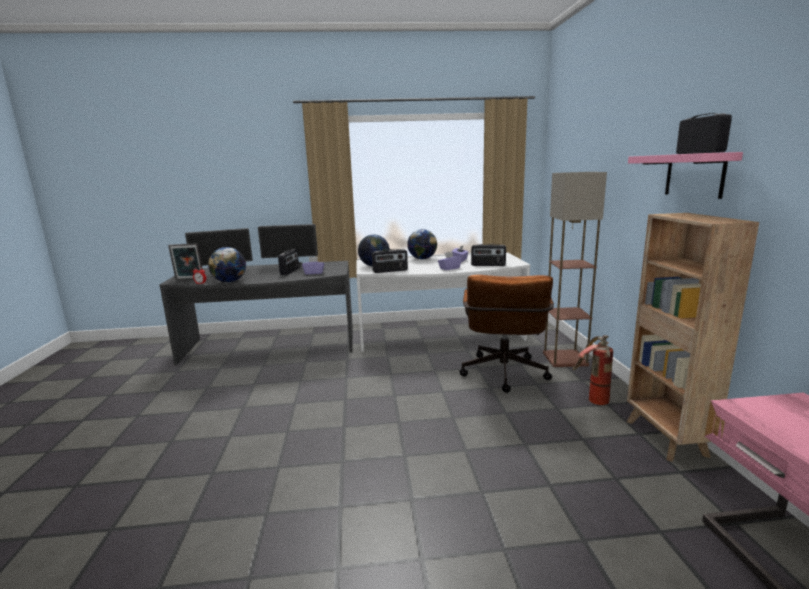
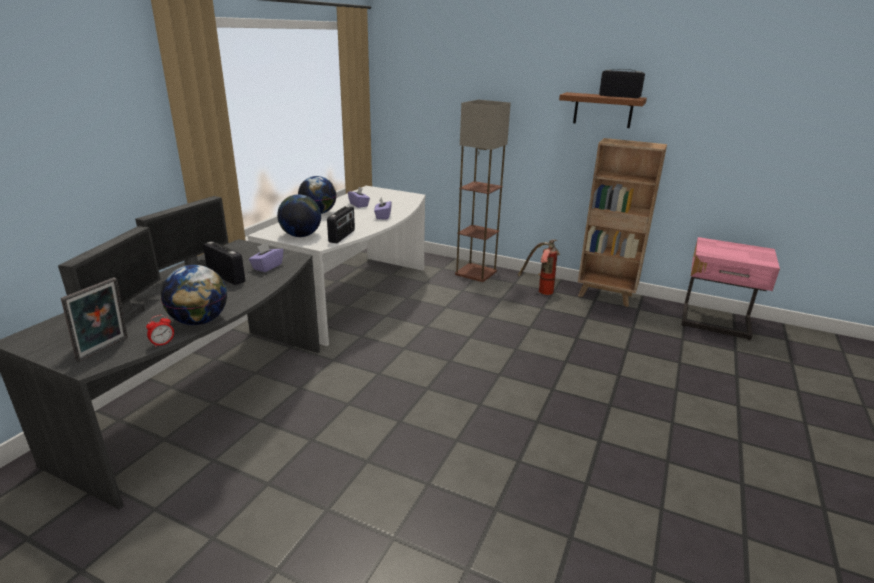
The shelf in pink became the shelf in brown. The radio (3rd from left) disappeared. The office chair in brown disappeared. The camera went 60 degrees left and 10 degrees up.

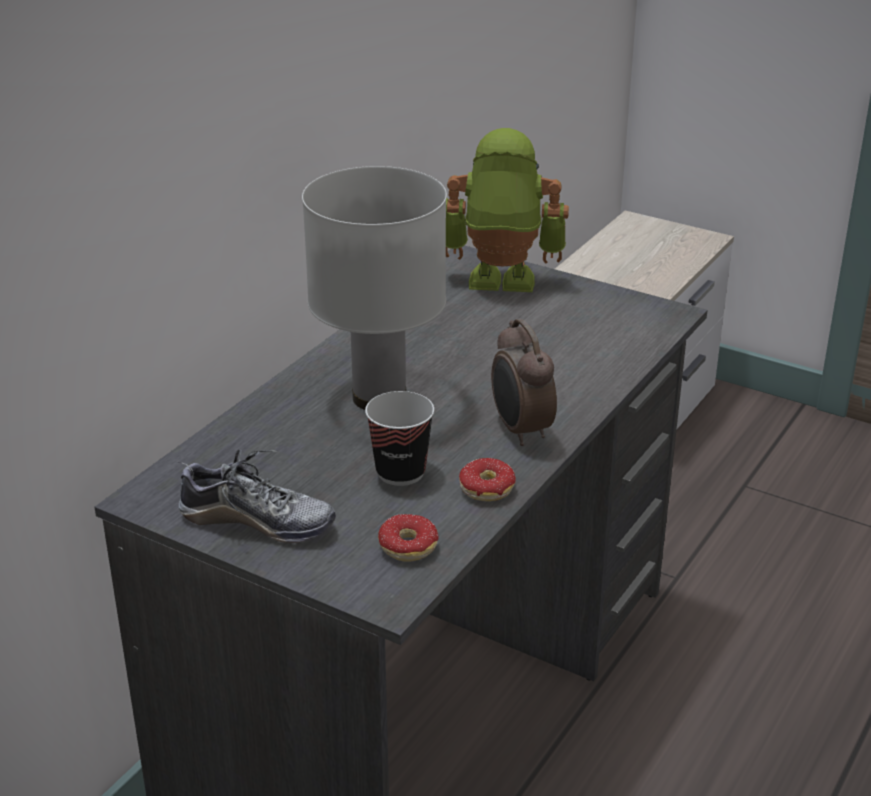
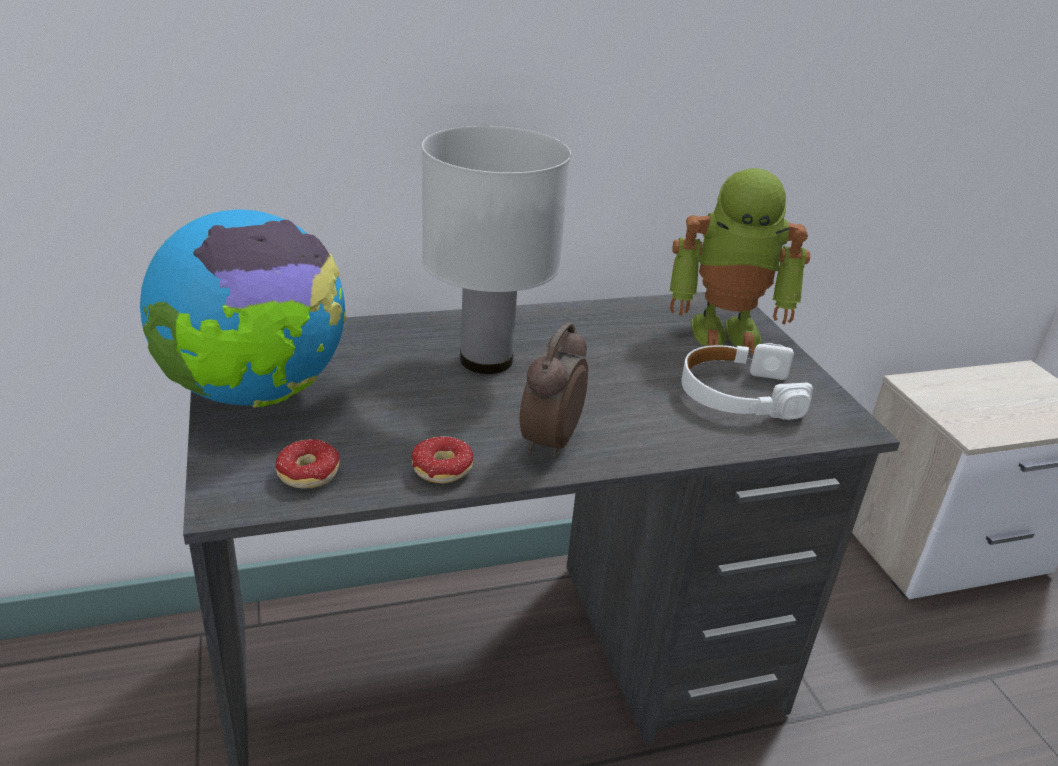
The toy robot turned 135 degrees clockwise. The cup disappeared. The shoe was replaced by the globe. The headphones in white appeared. The camera went 40 degrees right and 0 degrees up.

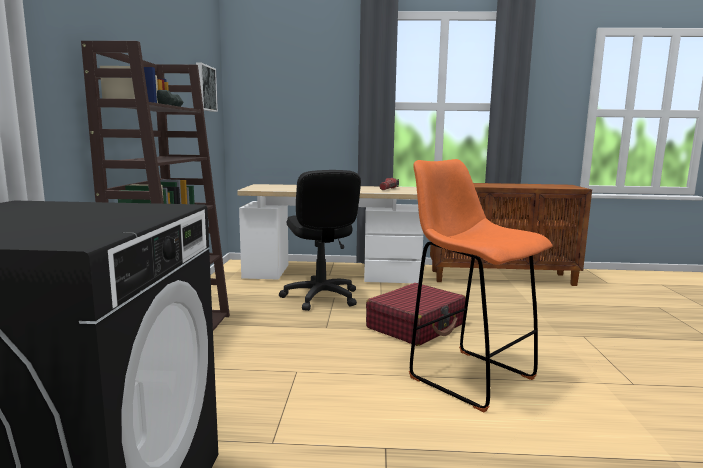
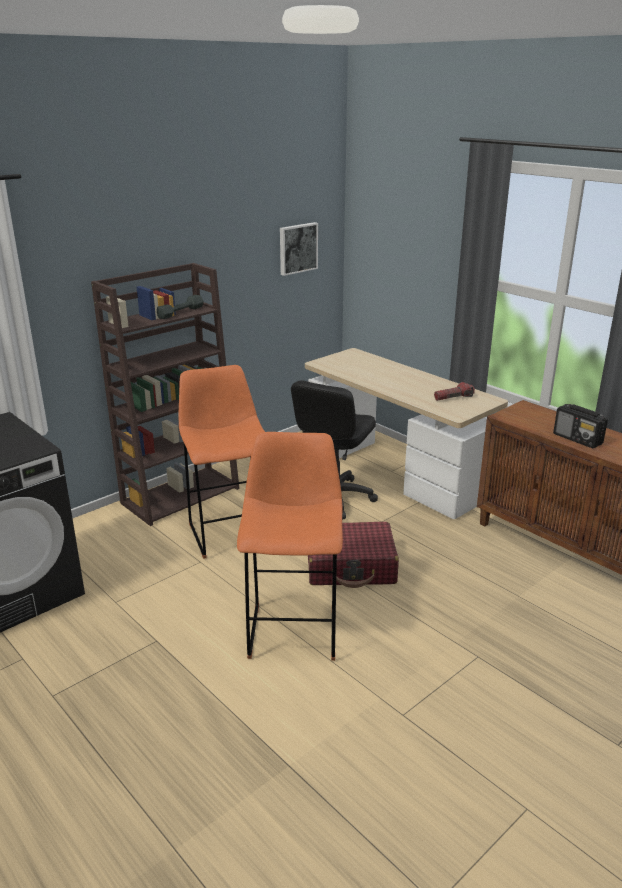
The stool in orange (1st from left) appeared. The radio appeared. The camera went 45 degrees right and 15 degrees up.

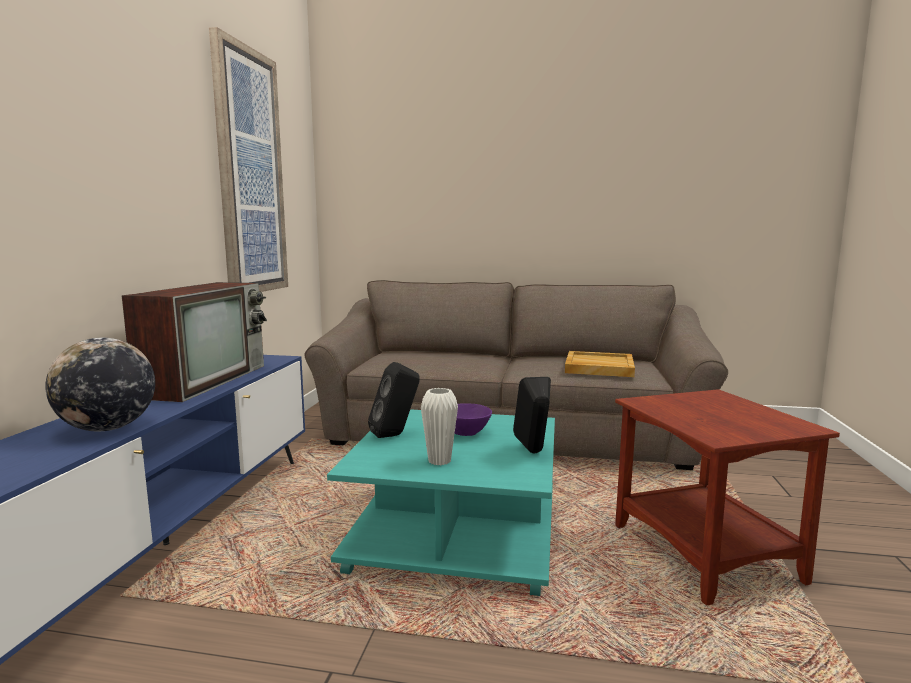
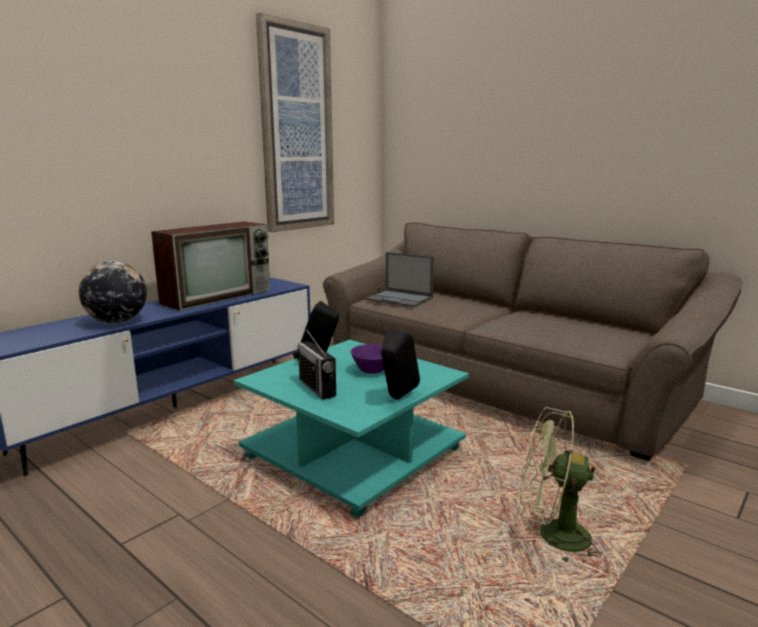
The tray in beige disappeared. The vase in white was replaced by the radio. The side table in brown was replaced by the fan in green. The laptop appeared. The camera went 30 degrees right and 5 degrees up.

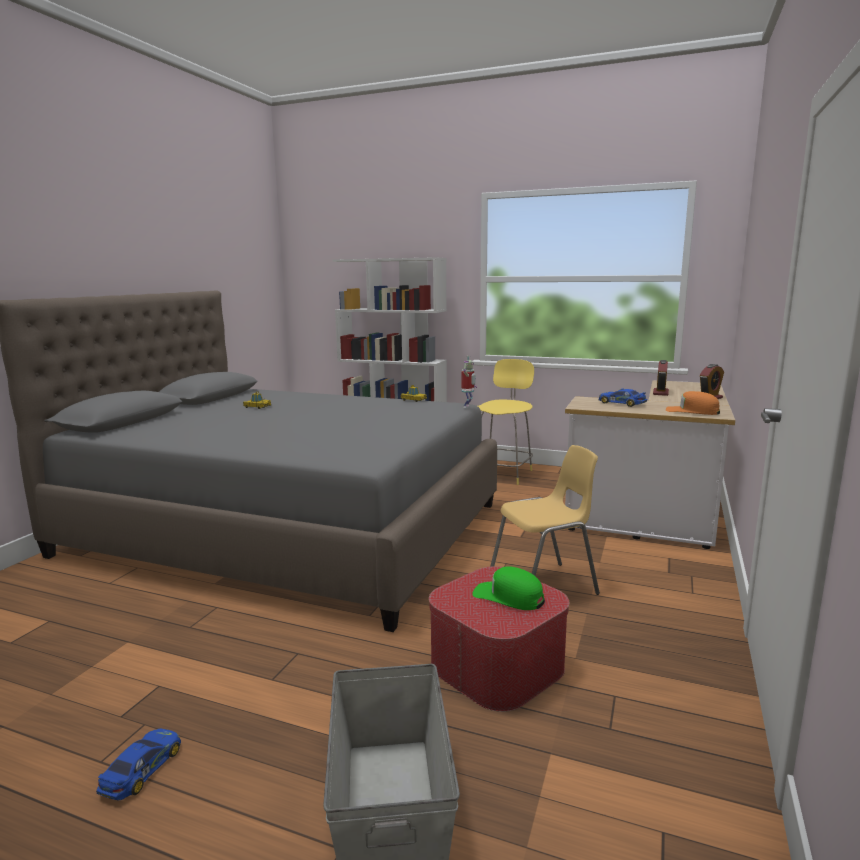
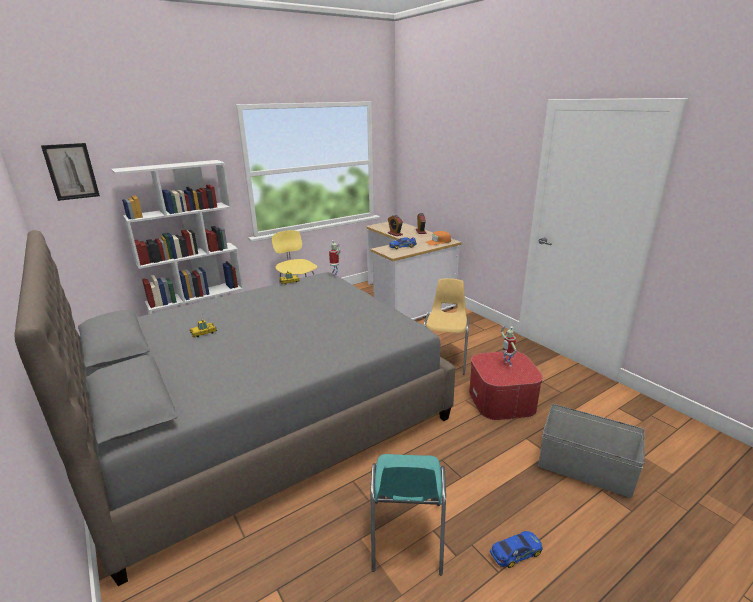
The cap in green was replaced by the toy robot (2nd from left). The toy car (1st from left in the first image) turned 105 degrees clockwise. The picture appeared. The chair in turquoise appeared. The camera went 55 degrees left and 10 degrees up.

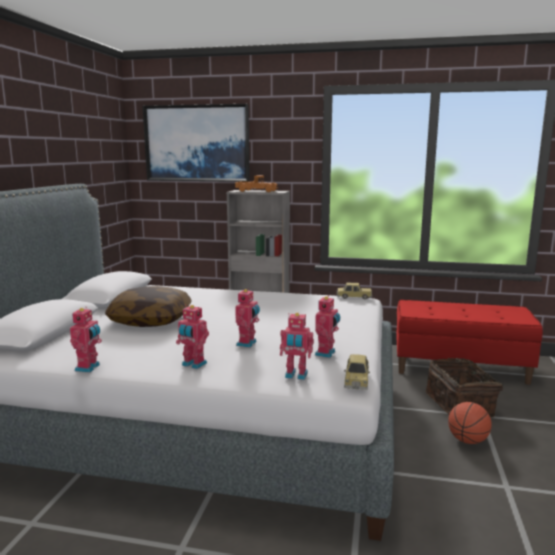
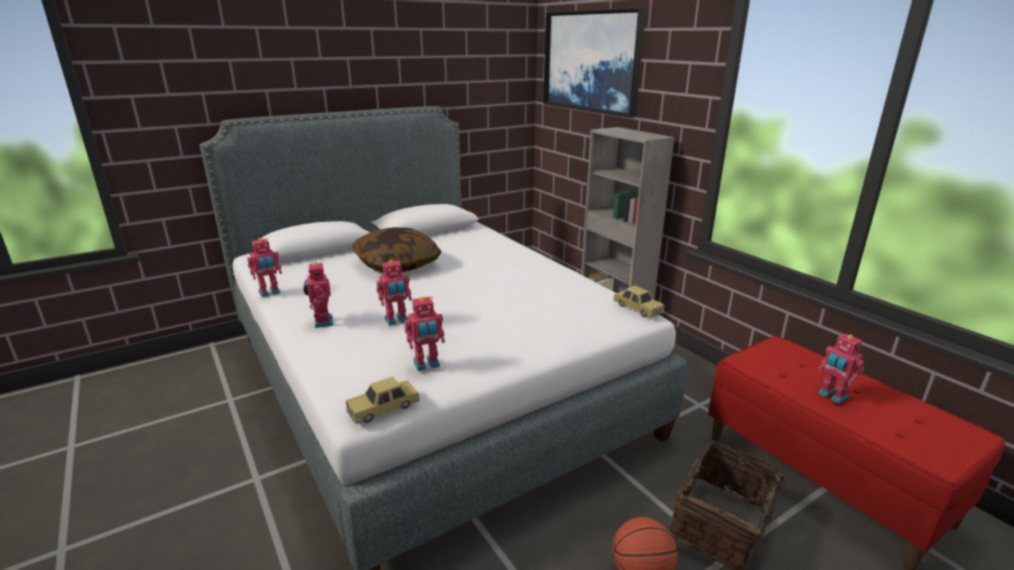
The toy truck disappeared. The toy robot (4th from left in the first image) moved. The camera went 45 degrees right and 10 degrees up.

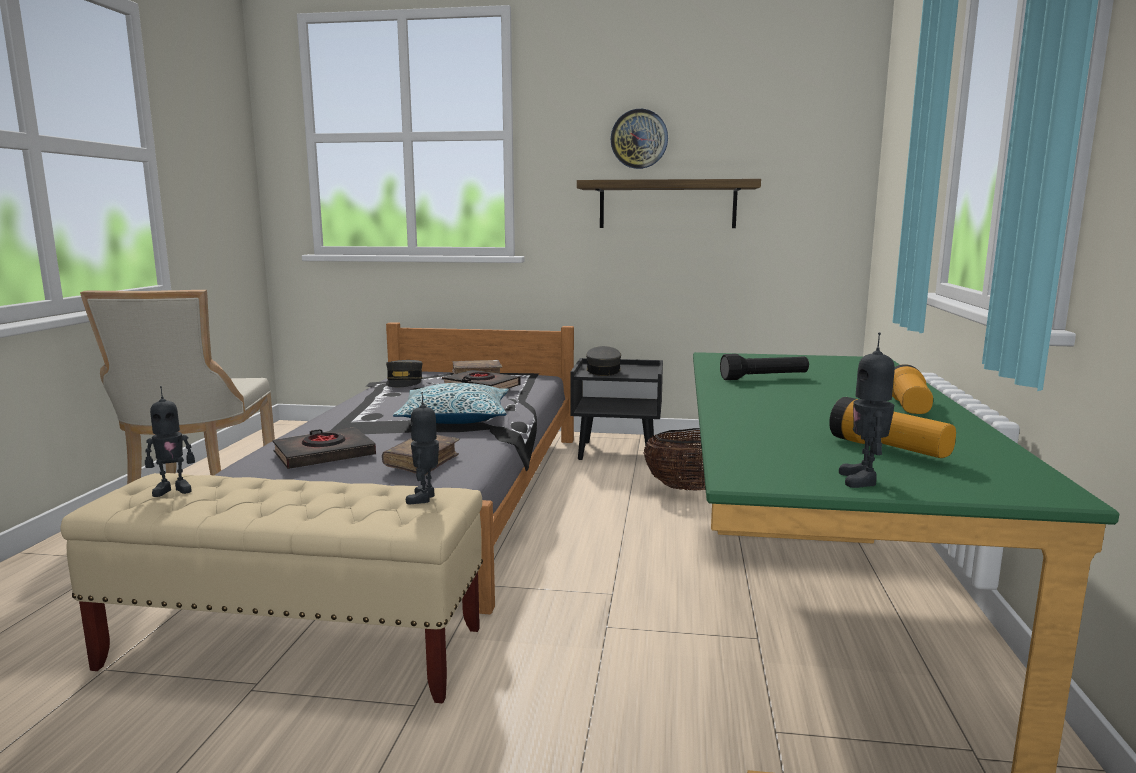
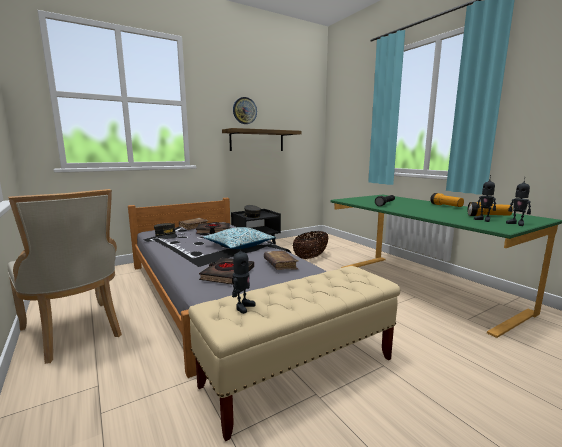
The toy robot (2nd from left) moved. The camera went 40 degrees left and 0 degrees up.

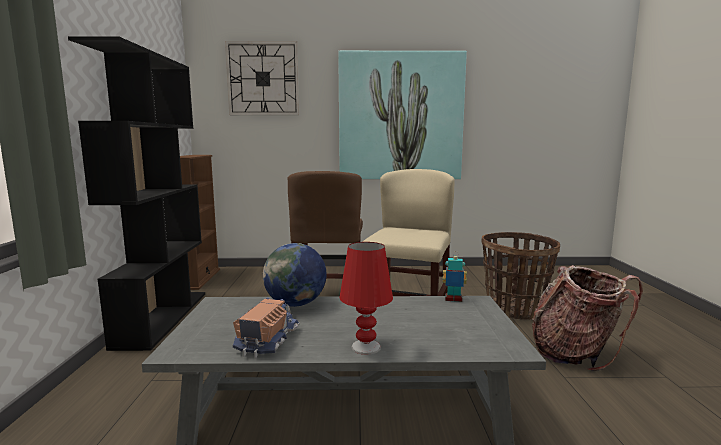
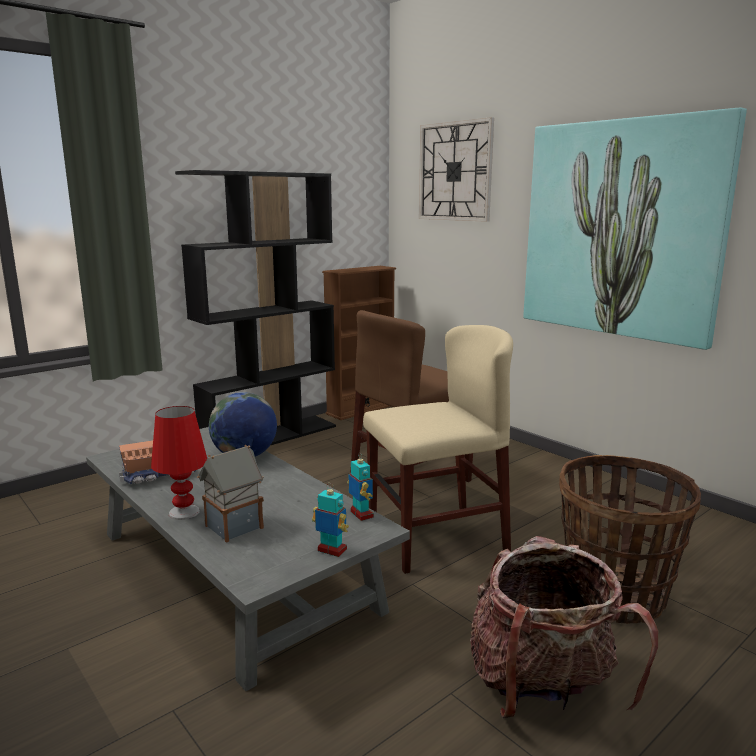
The toy house appeared. The toy robot (1st from left) appeared. The camera went 50 degrees right and 5 degrees up.

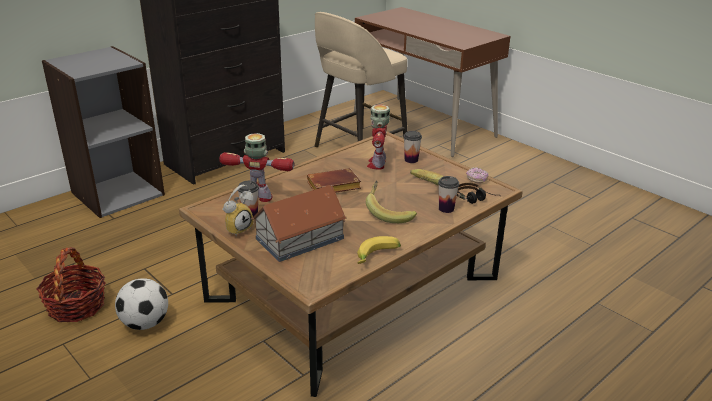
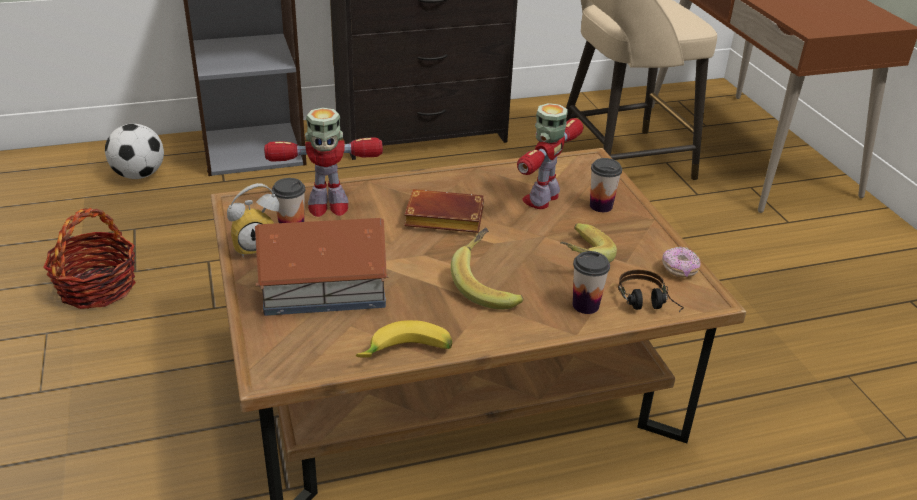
The toy robot (1st from left) turned 135 degrees clockwise. The football moved. The camera went 25 degrees right and 5 degrees up.

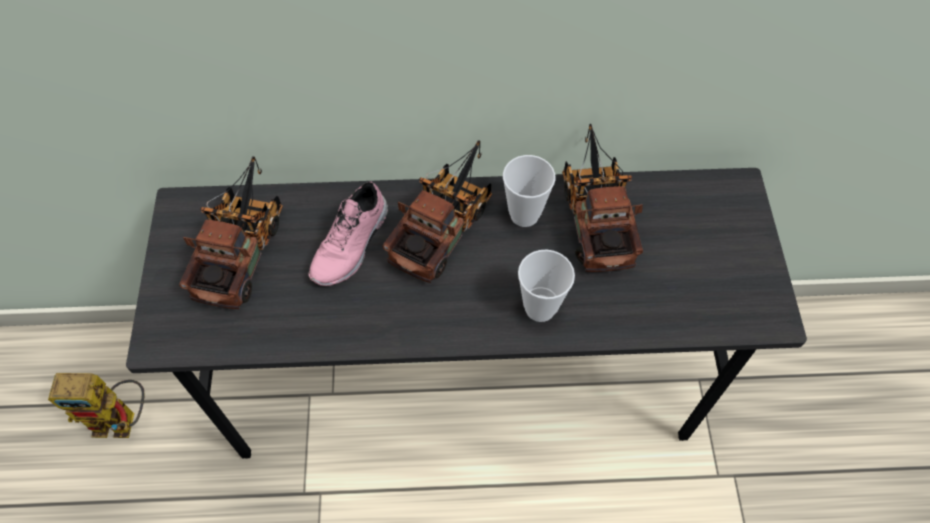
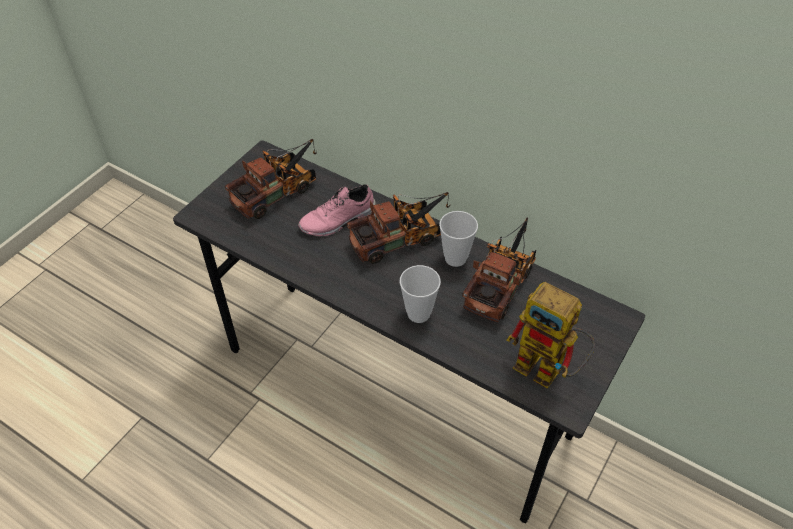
The toy robot moved. The camera went 35 degrees right and 10 degrees down.

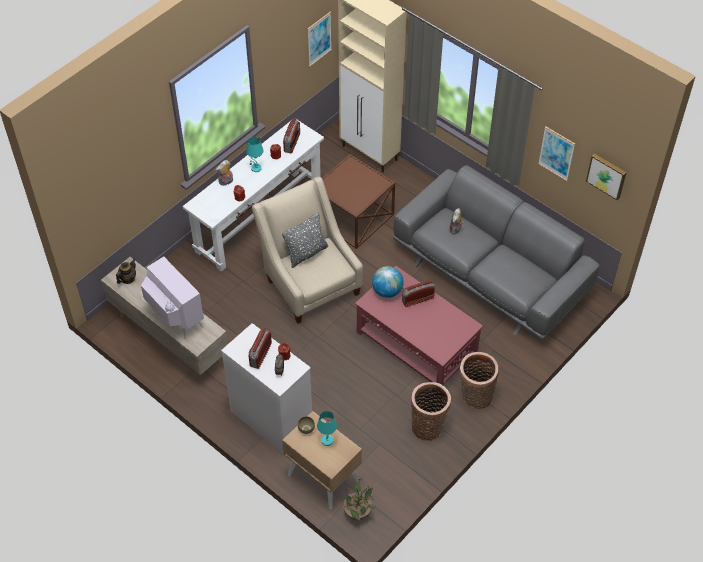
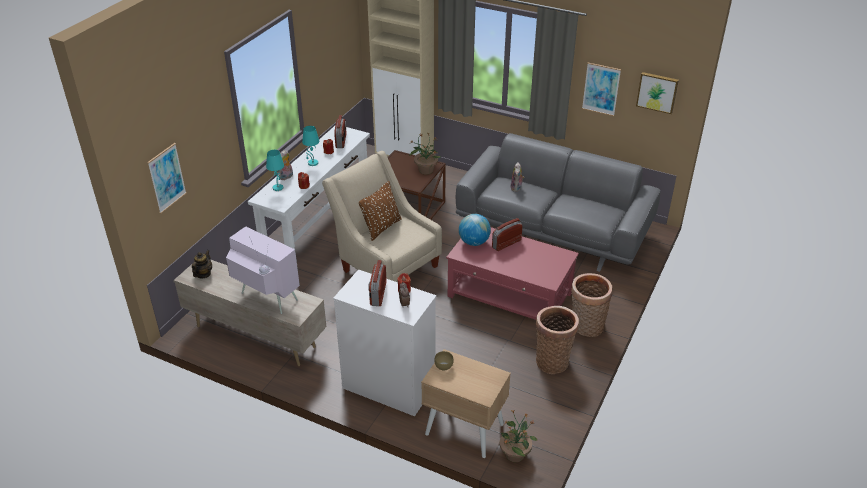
The picture (1st from left) moved. The pillow in grey became the pillow in brown. The table lamp in turquoise (2nd from left in the first image) moved. The potted plant (1st from left) appeared. The camera went 15 degrees left and 15 degrees down.

